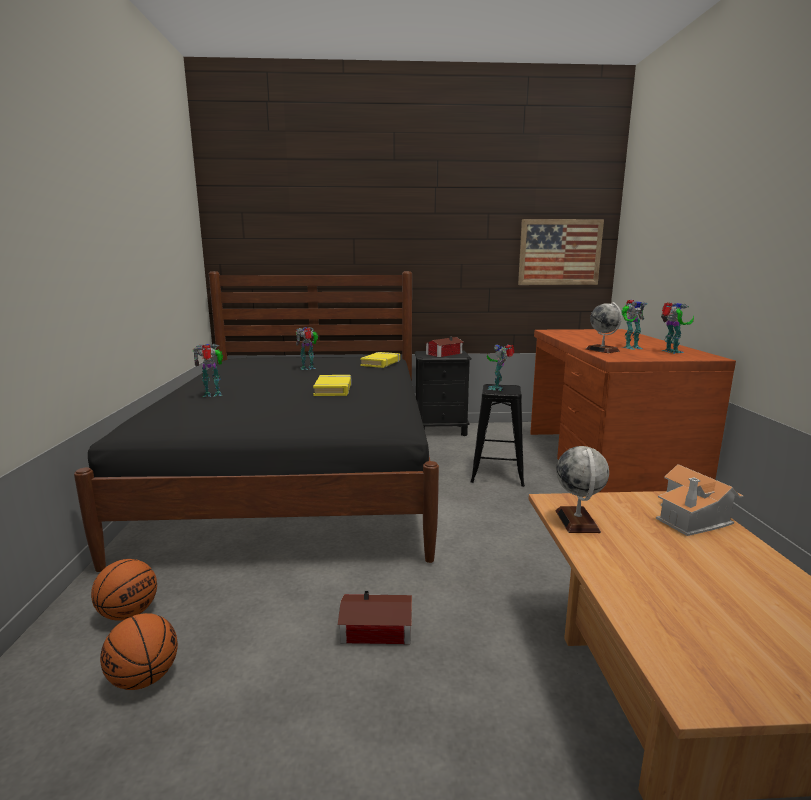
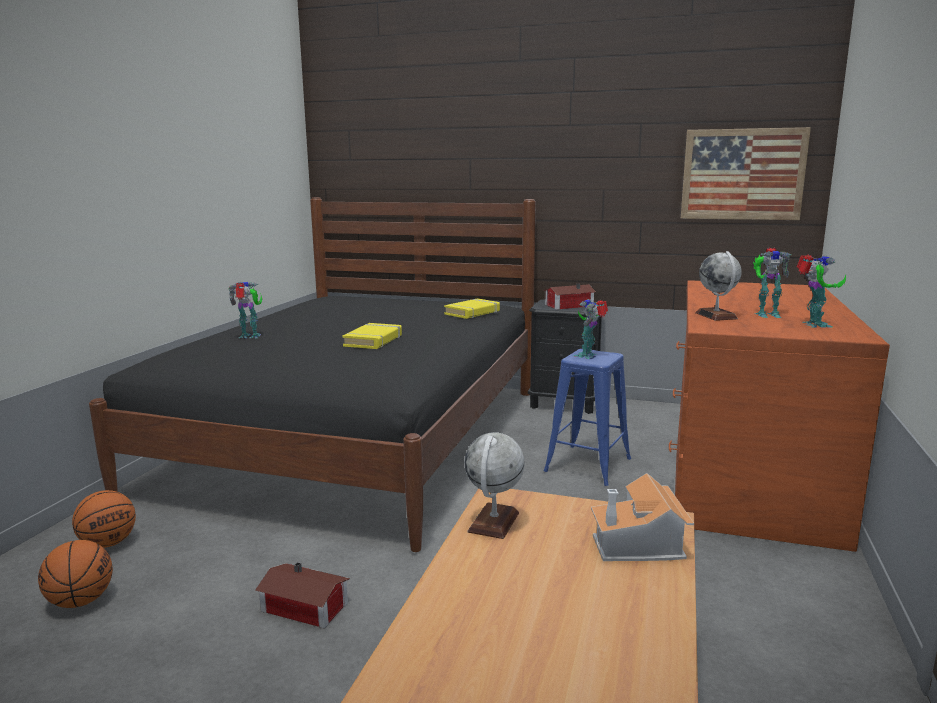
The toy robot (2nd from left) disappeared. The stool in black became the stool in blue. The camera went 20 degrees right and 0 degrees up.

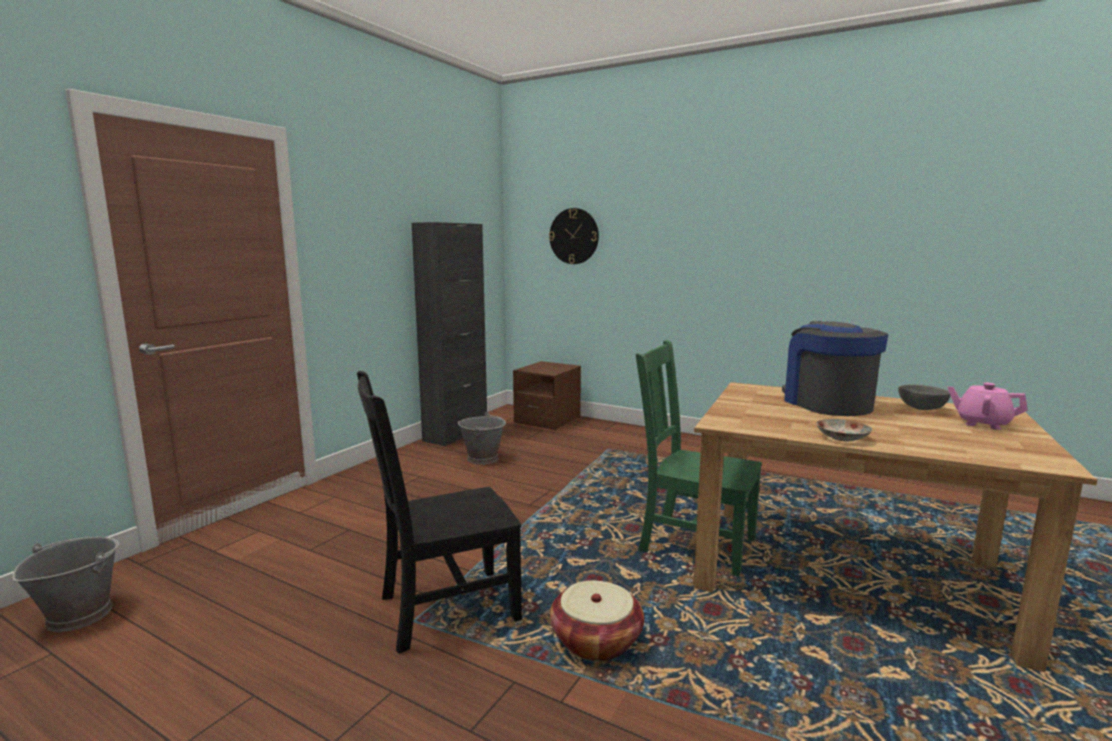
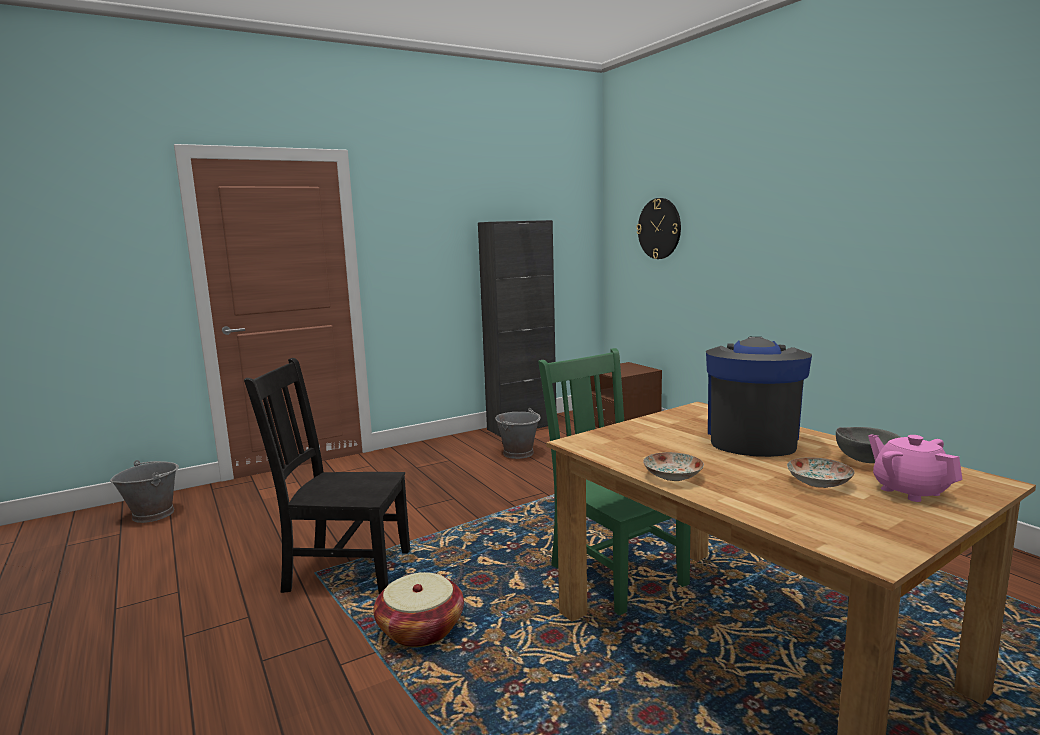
The plate (2nd from left) appeared. The camera went 30 degrees right and 0 degrees up.

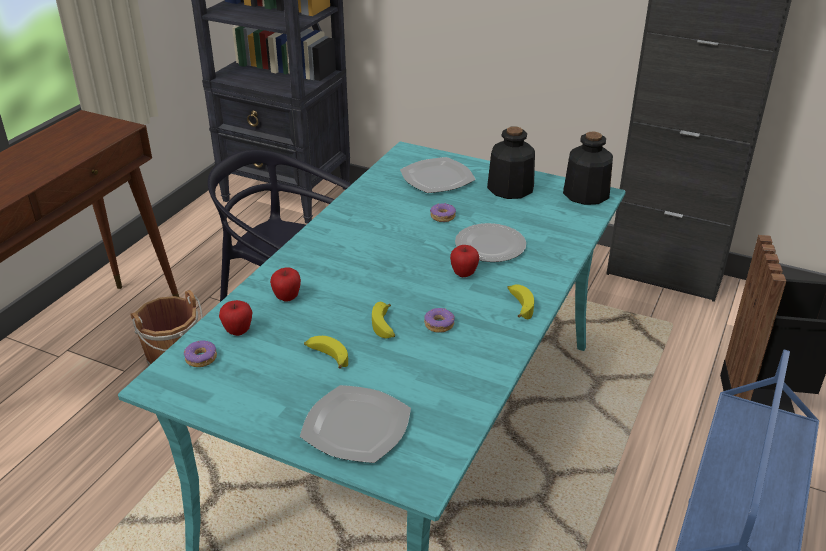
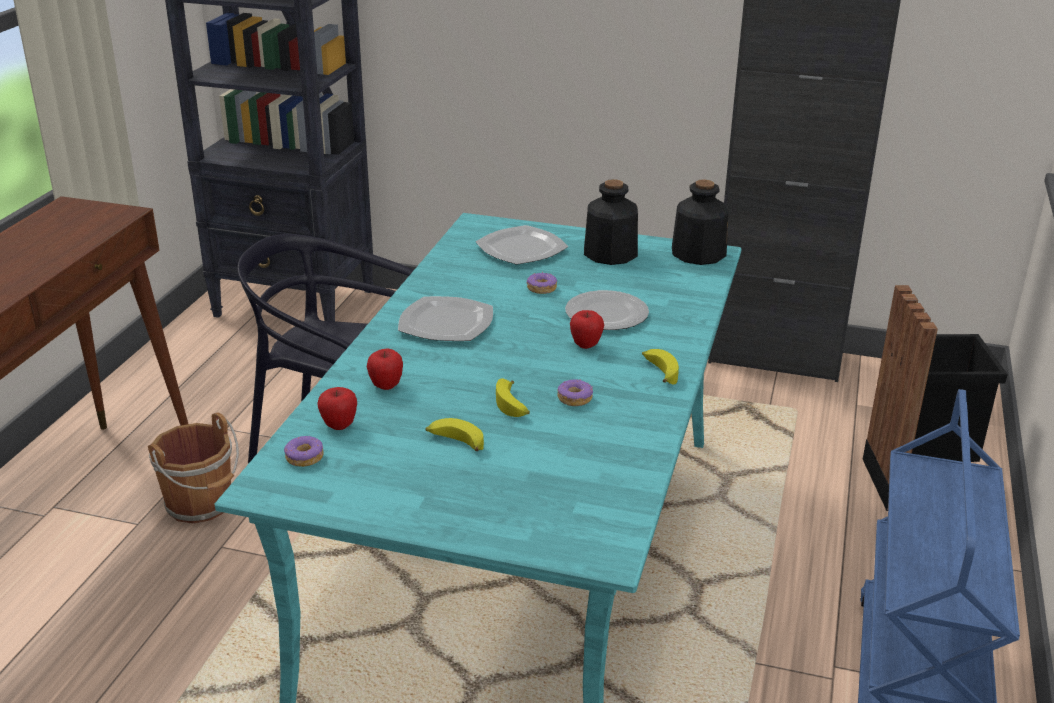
The plate (1st from left) moved. The camera went 10 degrees left and 5 degrees down.

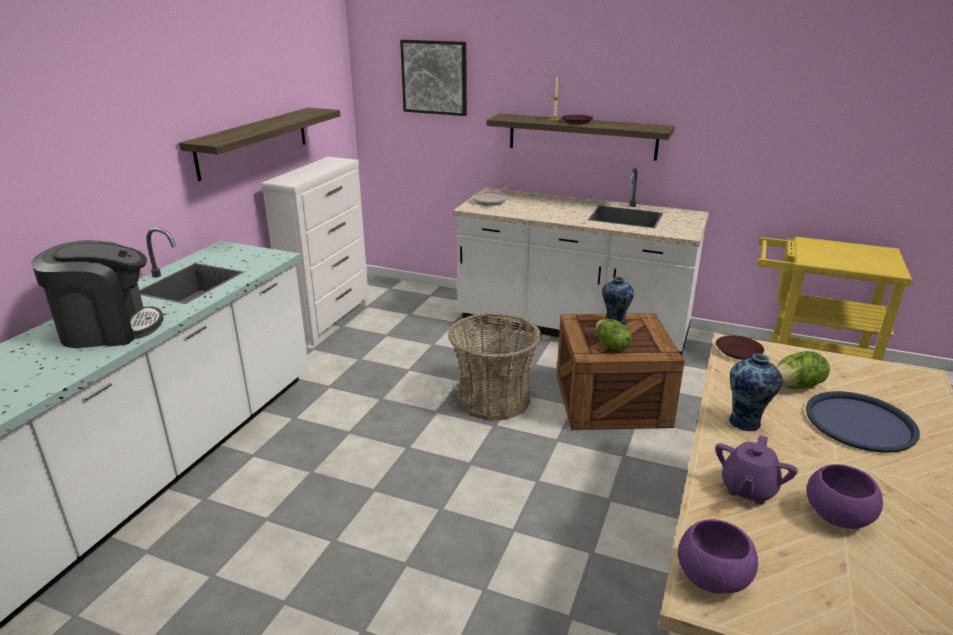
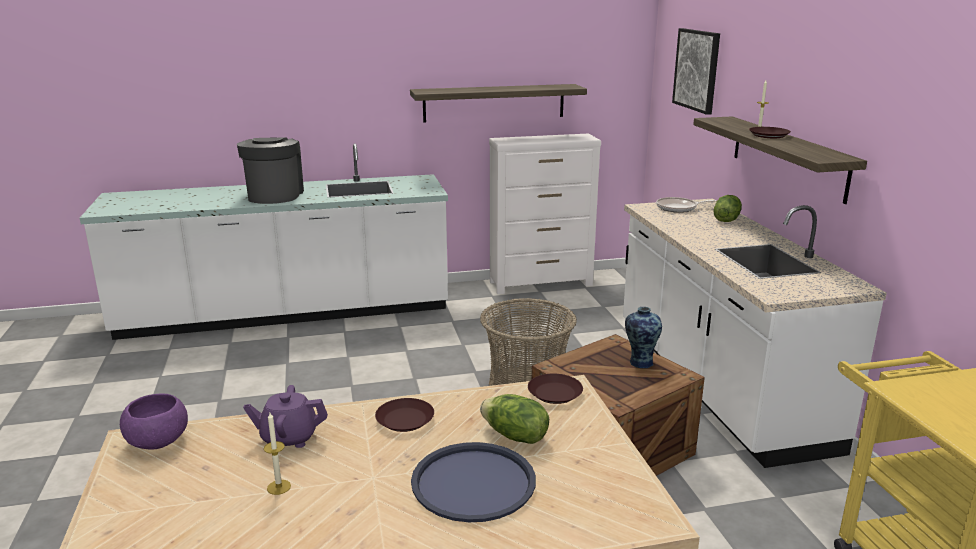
The coffee machine turned 135 degrees counterclockwise. The lettuce (1st from left in the first image) moved. The vase (2nd from left) was replaced by the plate in brown (1st from left). The bowl in purple (2nd from left) was replaced by the candle (1st from left). The camera went 55 degrees right and 5 degrees down.

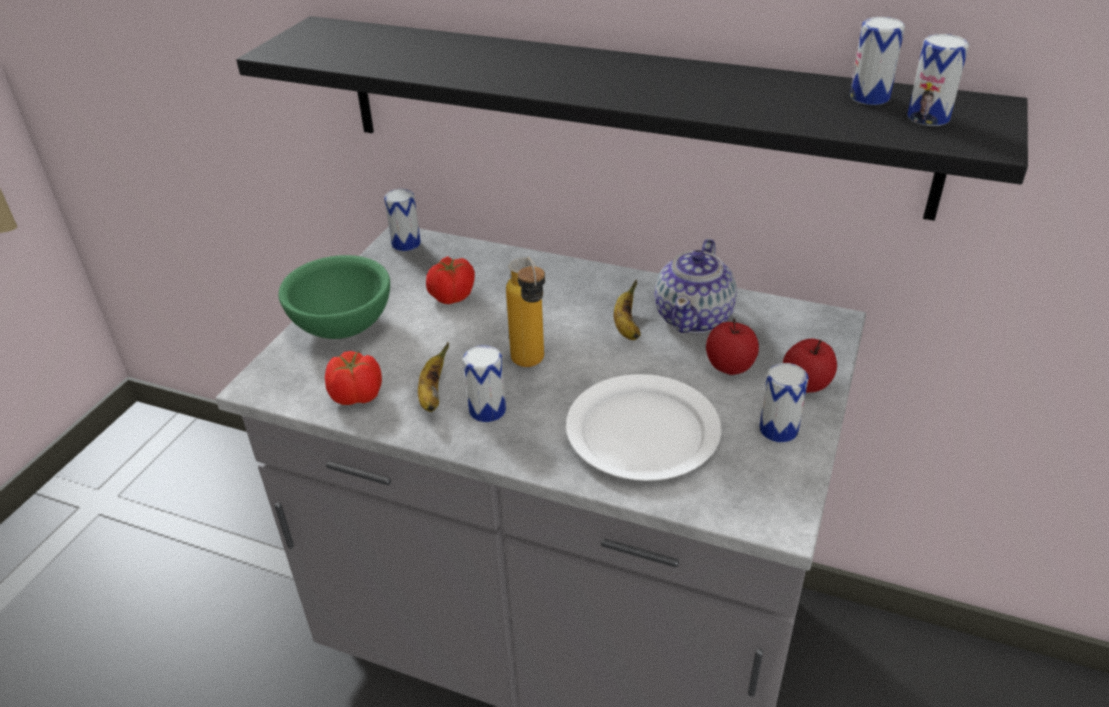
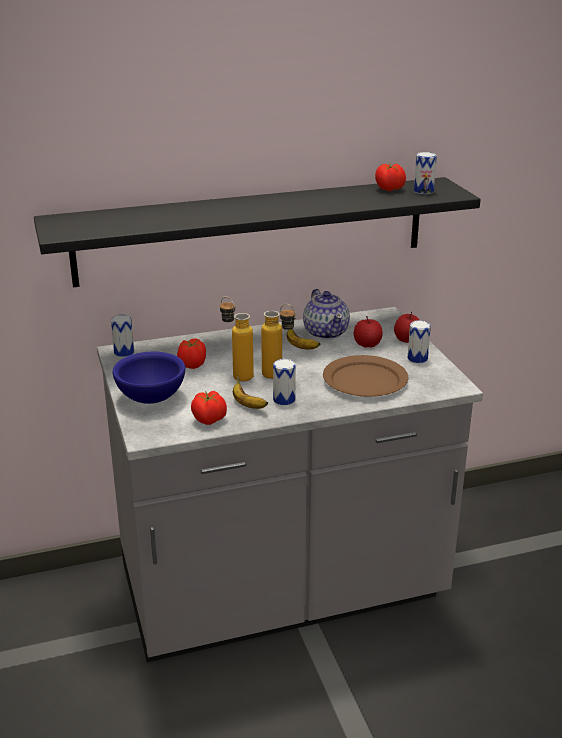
The can (4th from left) was replaced by the tomato (3rd from left). The bowl in green became the bowl in blue. The plate in white became the plate in brown. The bottle (1st from left) appeared. The camera went 40 degrees left and 10 degrees down.

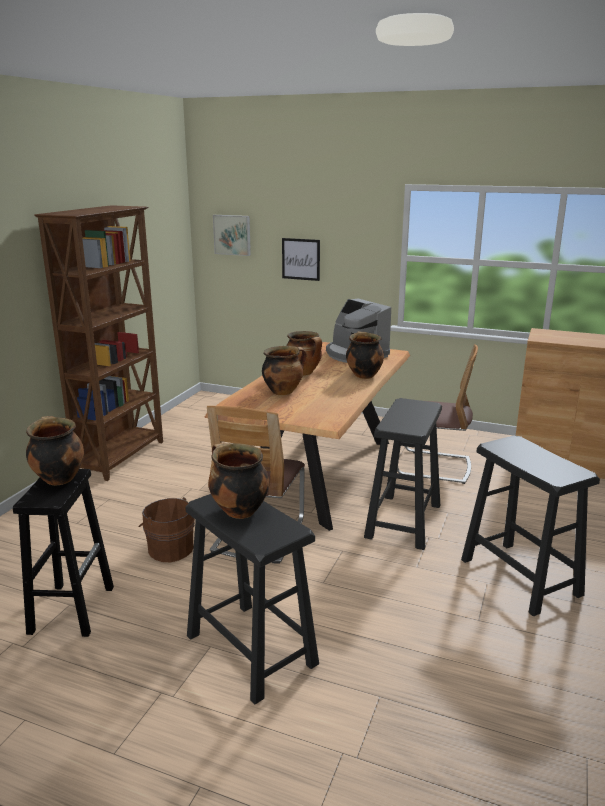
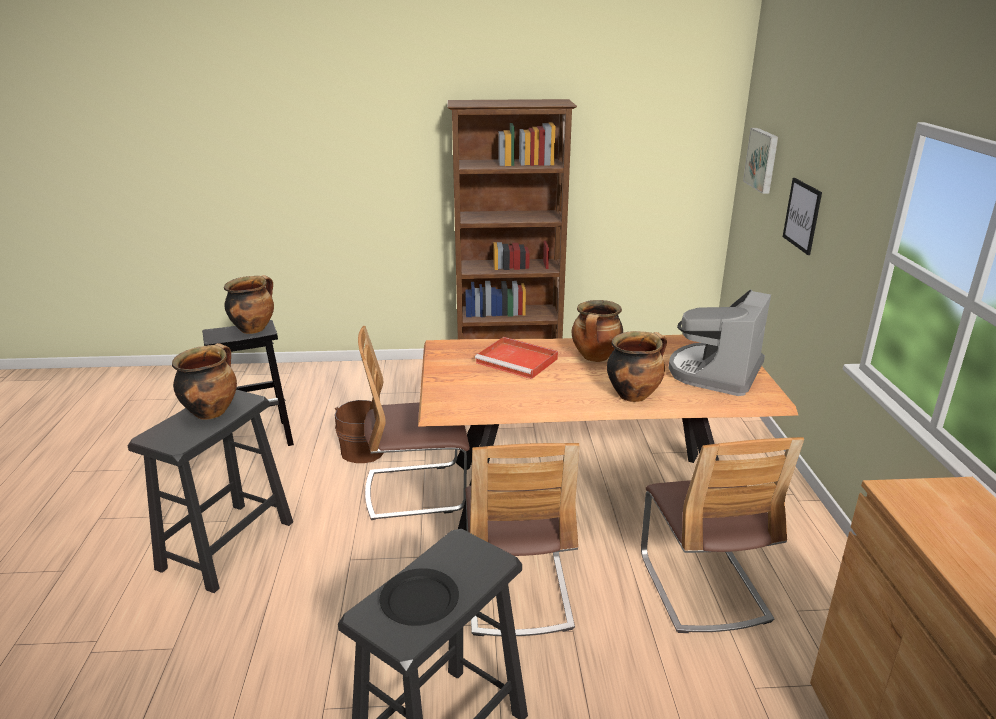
The cooking pot (3rd from left) was replaced by the tray in red. The stool in black (3rd from left) was replaced by the chair (2nd from left). The plate in black appeared. The camera went 65 degrees right and 5 degrees up.

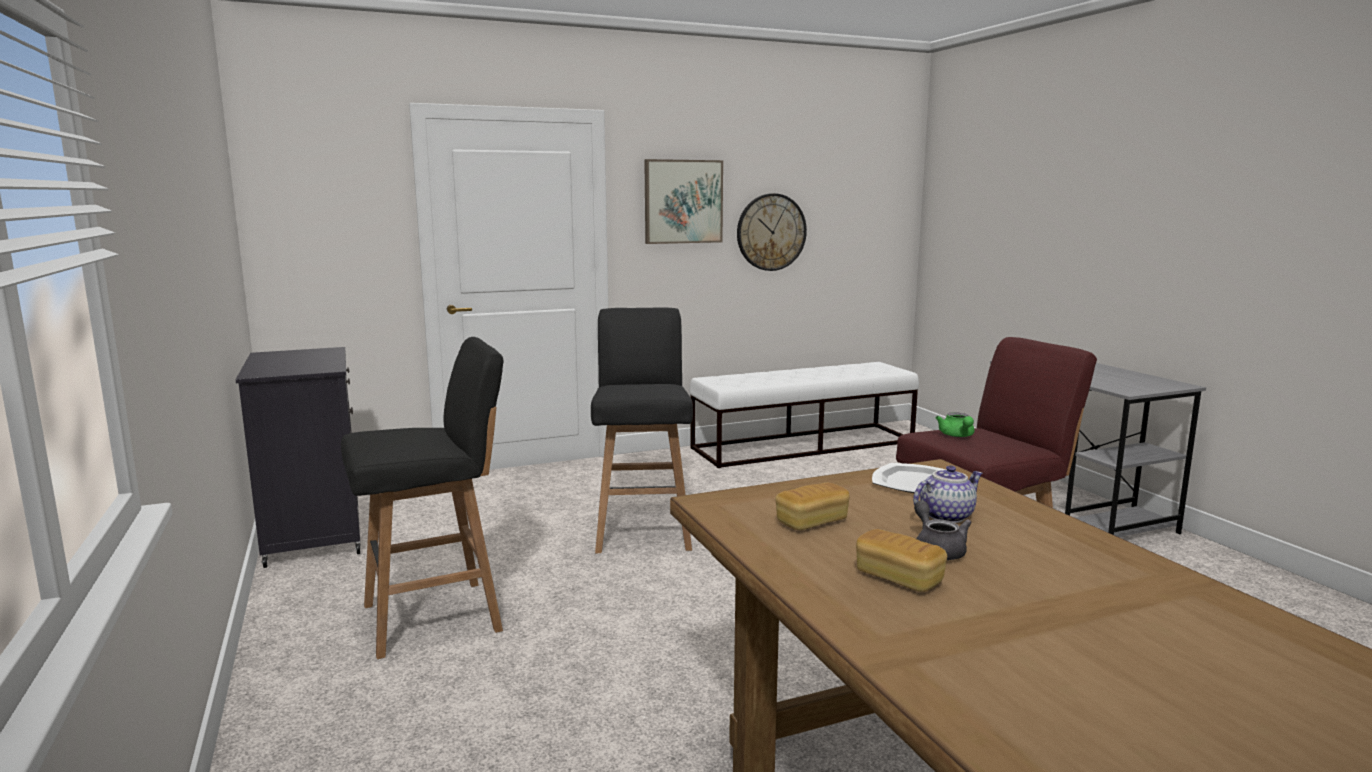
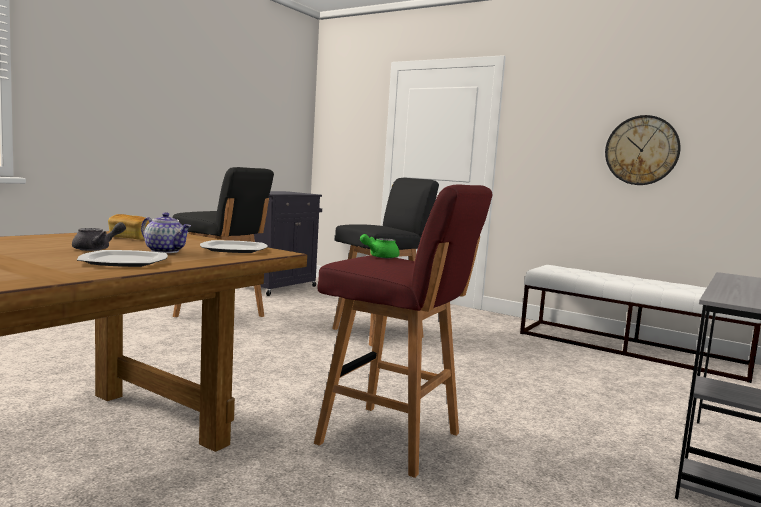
The picture disappeared. The bread (2nd from left) disappeared. The plate (1st from left) appeared. The camera went 55 degrees right and 5 degrees down.

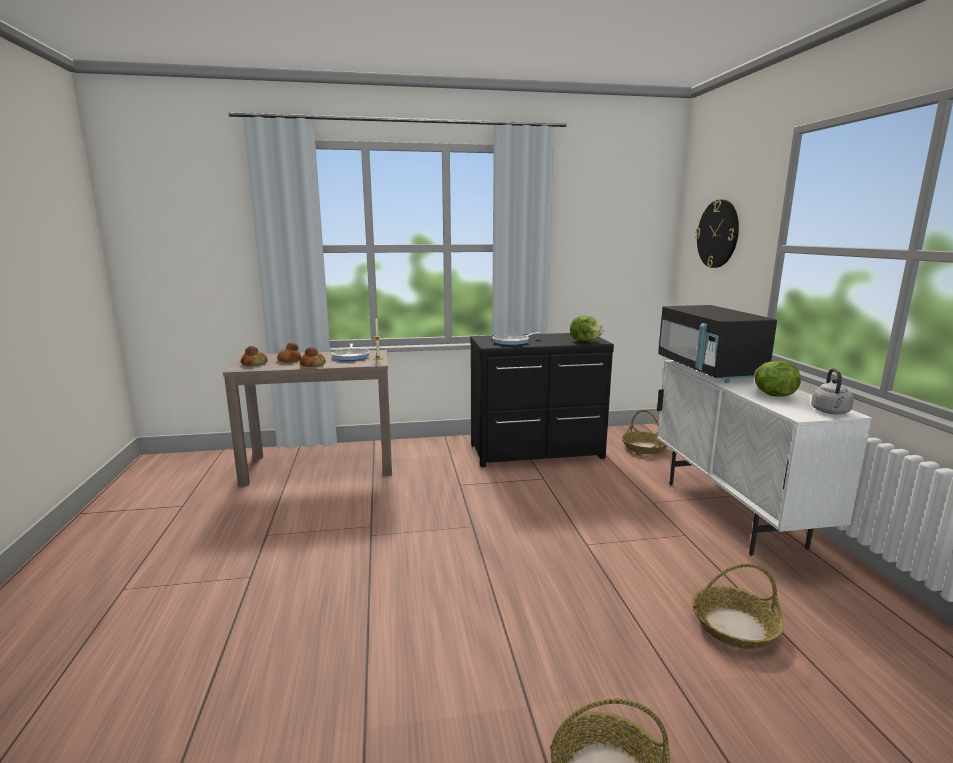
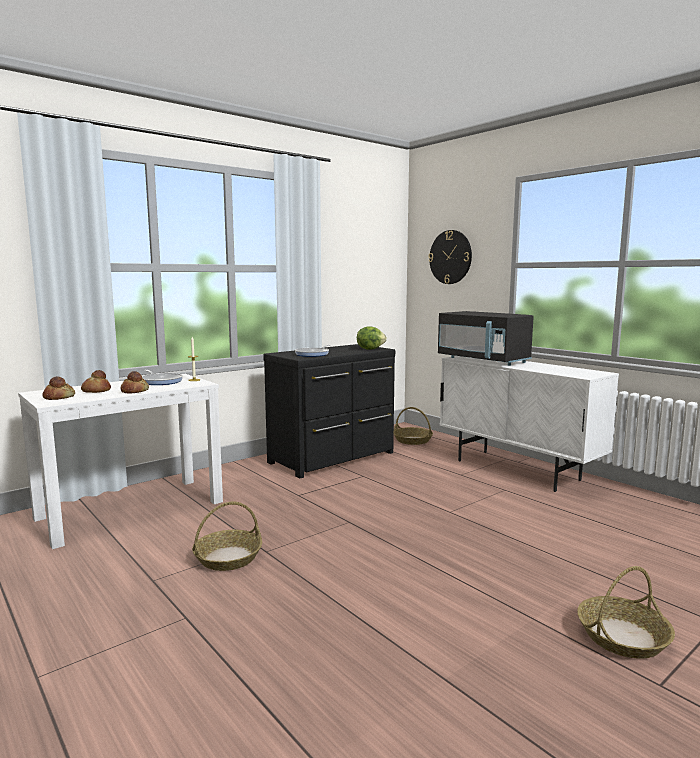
The console table in brown became the console table in white. The lettuce (2nd from left) disappeared. The kettle in grey disappeared. The basket (3rd from left in the first image) moved. The camera went 30 degrees left and 5 degrees down.

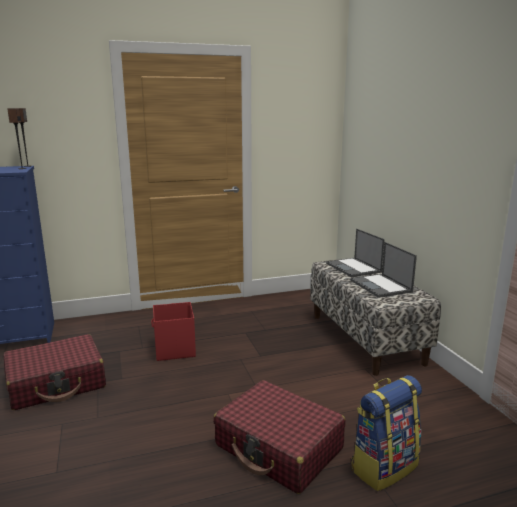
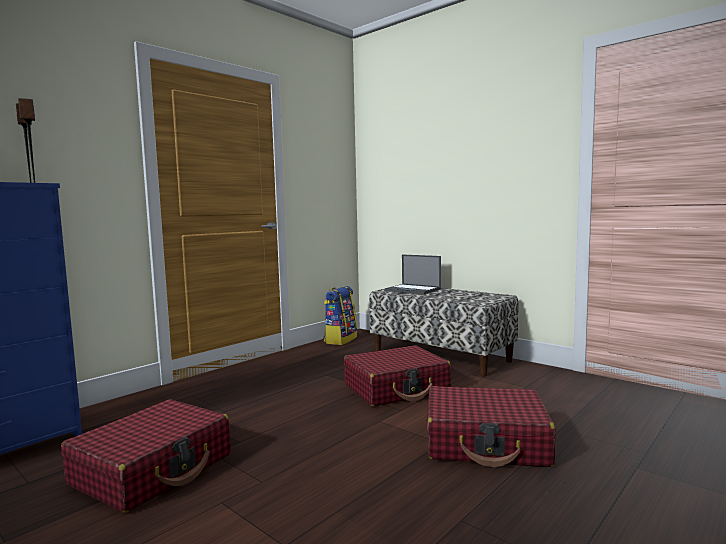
The laptop (2nd from left) disappeared. The storage box in red disappeared. The backpack moved. The suitcase in red (2nd from left) appeared. The camera went 30 degrees left and 10 degrees down.

